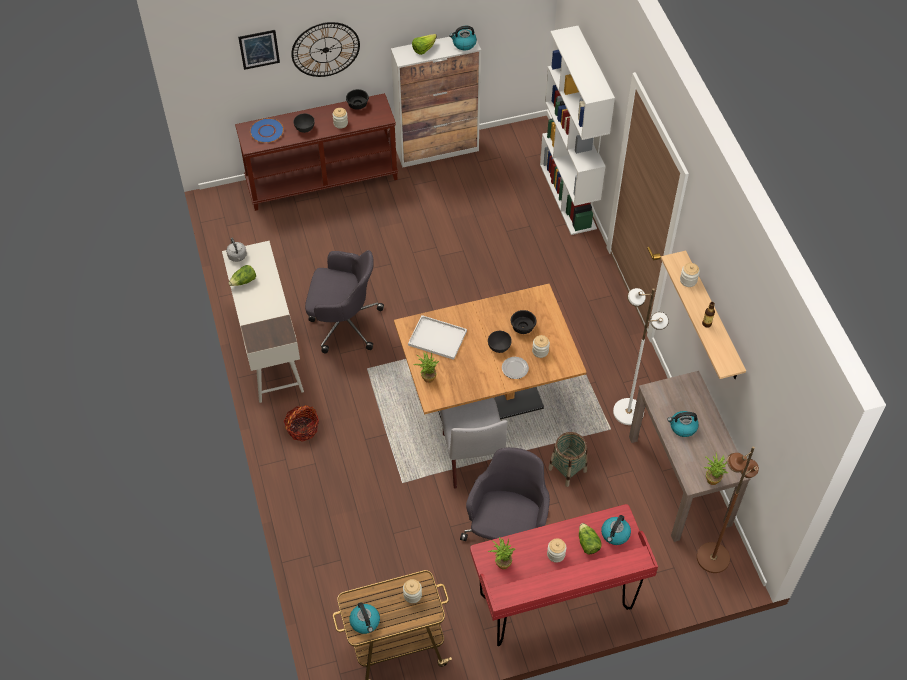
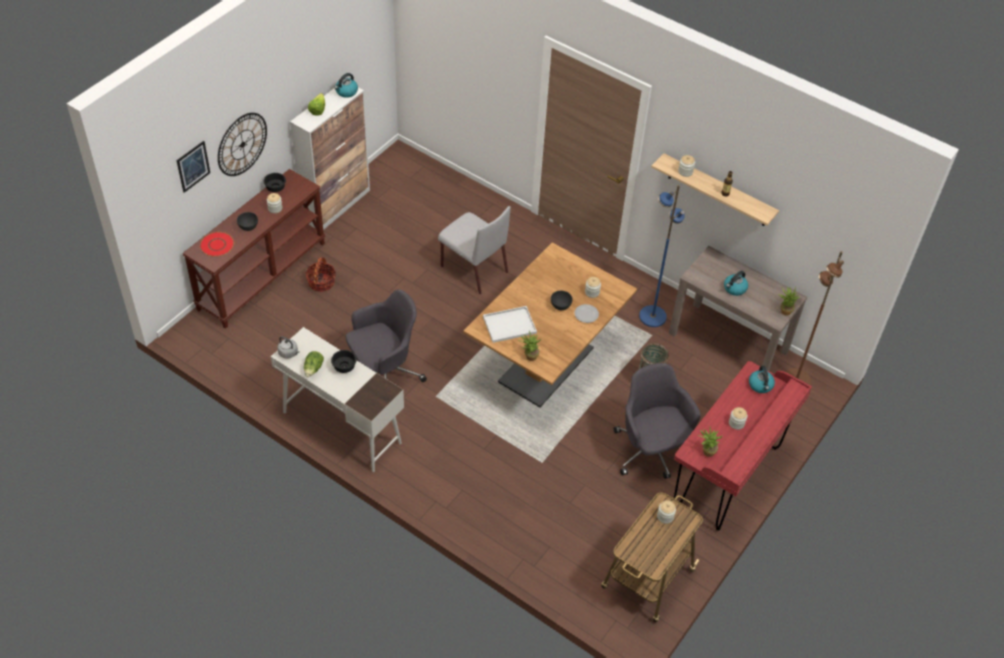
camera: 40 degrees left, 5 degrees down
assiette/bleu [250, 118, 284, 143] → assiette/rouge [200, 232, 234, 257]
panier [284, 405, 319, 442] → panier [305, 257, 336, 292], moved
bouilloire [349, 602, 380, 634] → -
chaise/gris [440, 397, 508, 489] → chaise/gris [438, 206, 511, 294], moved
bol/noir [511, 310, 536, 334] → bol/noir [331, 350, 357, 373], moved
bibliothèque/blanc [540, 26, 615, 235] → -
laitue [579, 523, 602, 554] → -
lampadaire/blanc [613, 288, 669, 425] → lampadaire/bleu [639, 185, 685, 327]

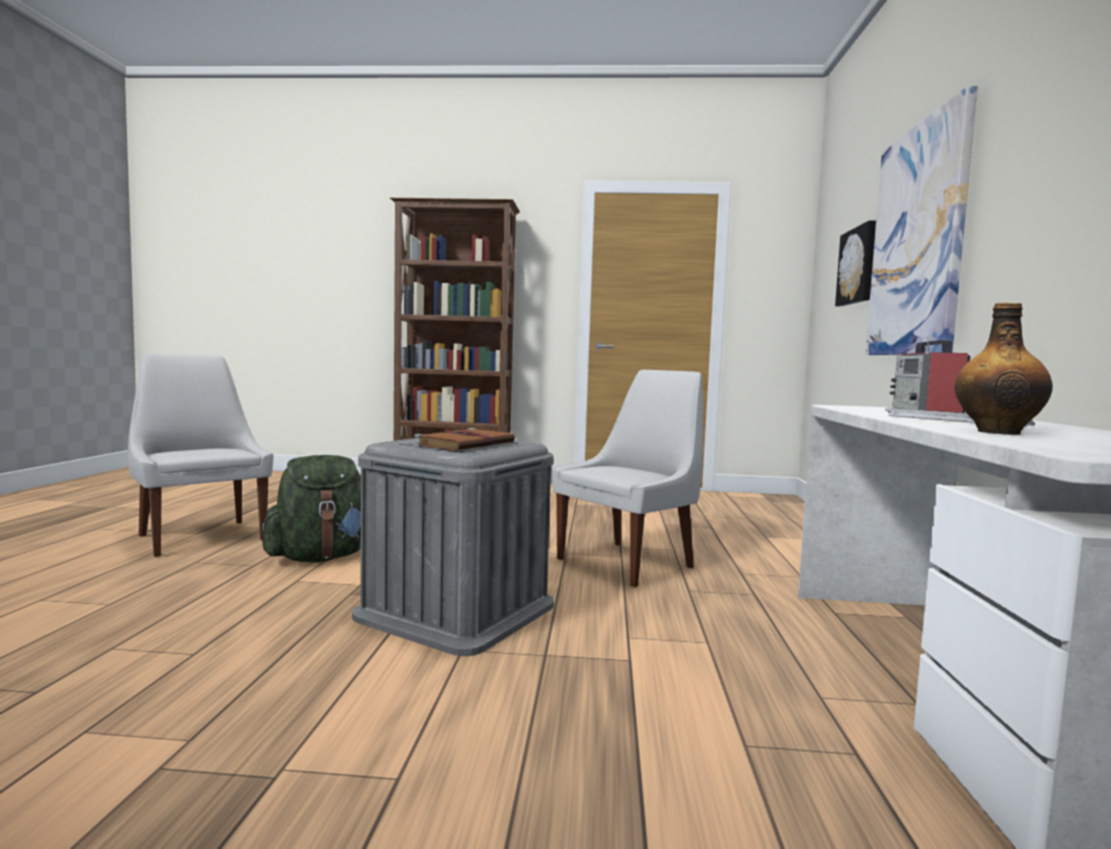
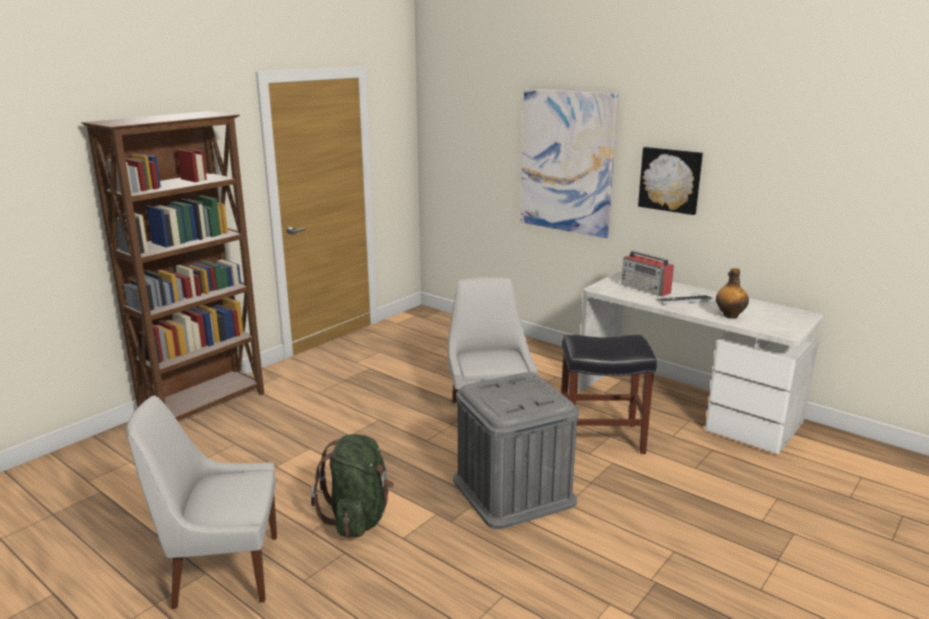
camera: 55 degrees left, 15 degrees up
livre/marron [414, 428, 515, 451] → -
tableau [835, 220, 876, 306] → tableau [638, 147, 703, 215], moved
- → tabouret/noir [561, 335, 657, 454]

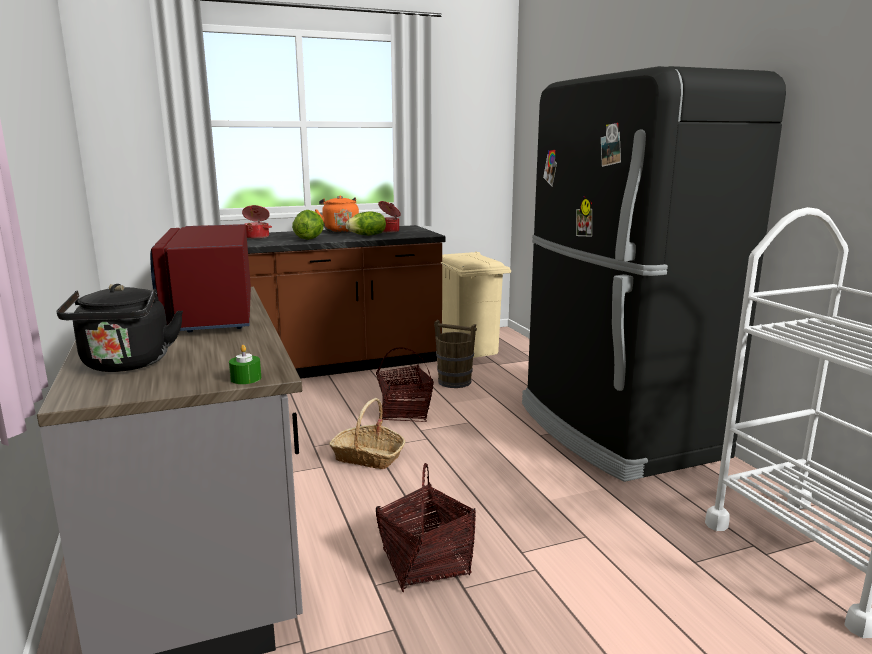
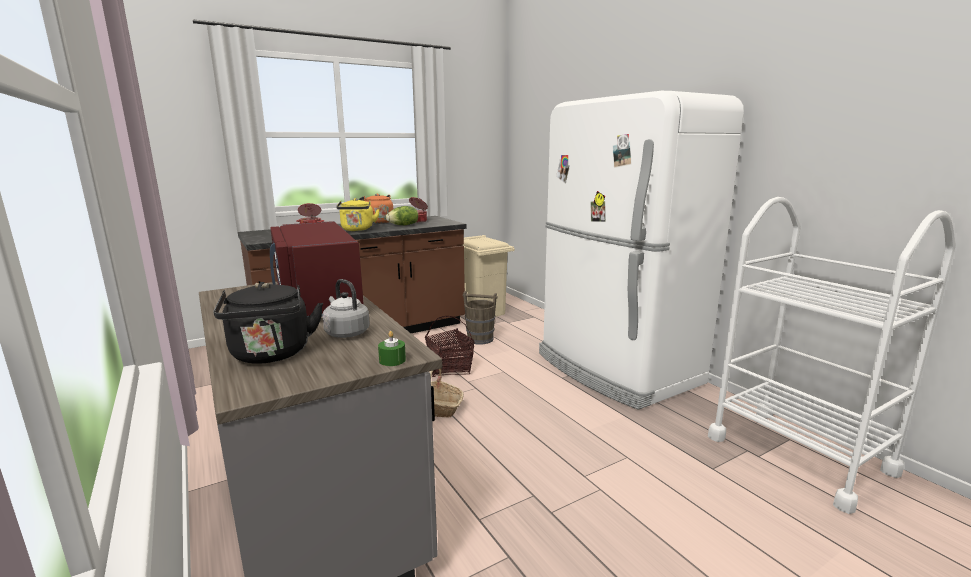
camera: 10 degrees left, 0 degrees up
laitue [292, 210, 324, 240] → bouilloire/jaune [336, 198, 380, 231]
panier [376, 463, 476, 592] → -
réfrigérateur/noir [522, 66, 786, 482] → réfrigérateur/blanc [539, 91, 744, 410]
- → bouilloire/gris [322, 279, 370, 338]

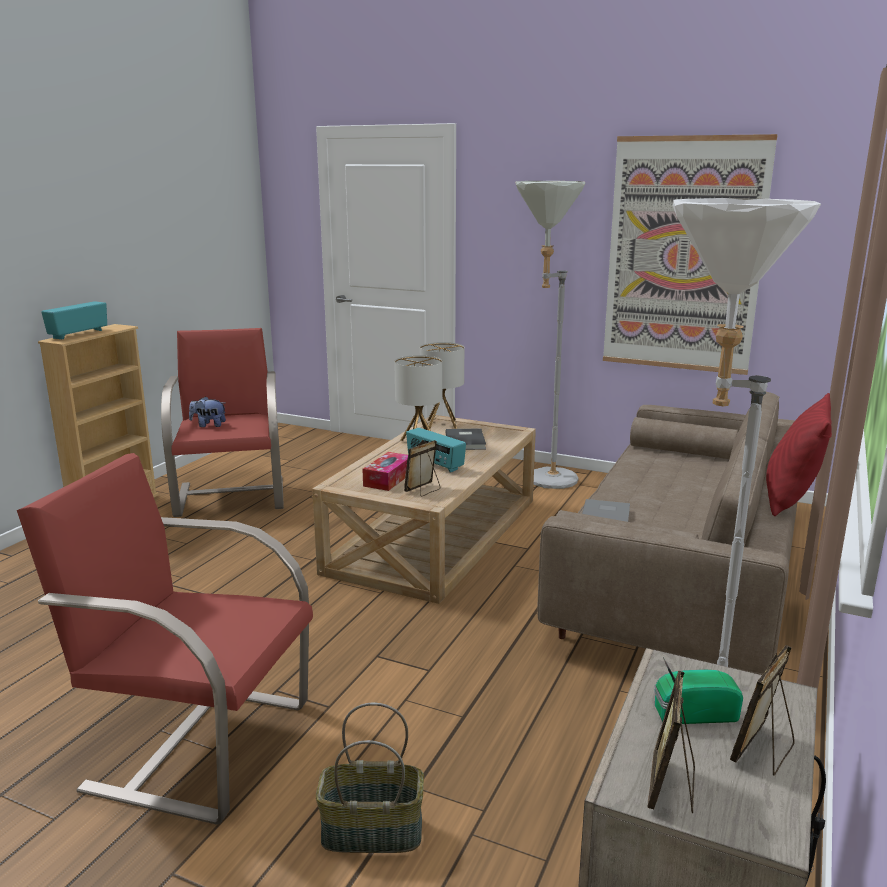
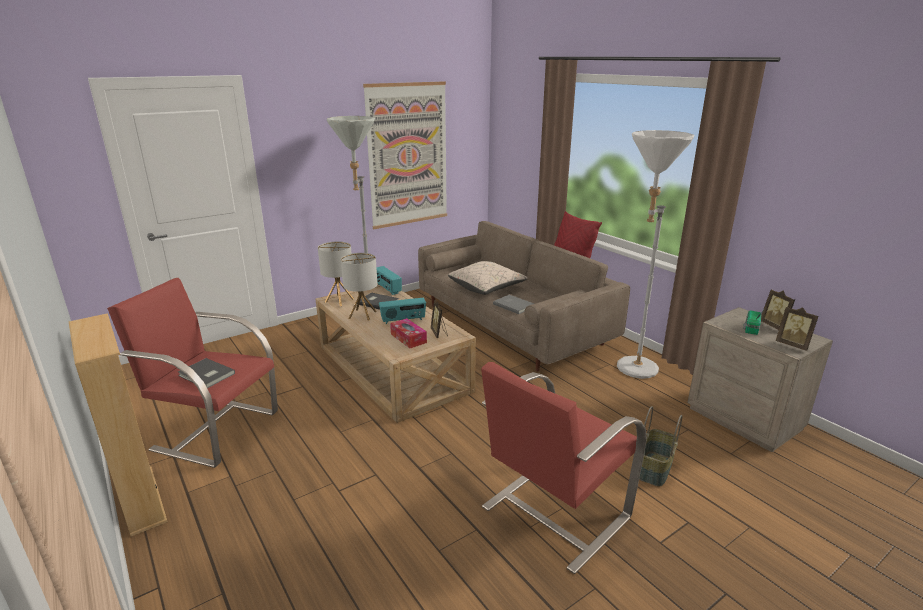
camera: 60 degrees left, 5 degrees up
radio [41, 301, 107, 339] → radio [376, 266, 402, 295], moved
peluche [189, 396, 226, 427] → livre/gris [178, 358, 235, 388]
- → coussin/beige [448, 261, 528, 295]

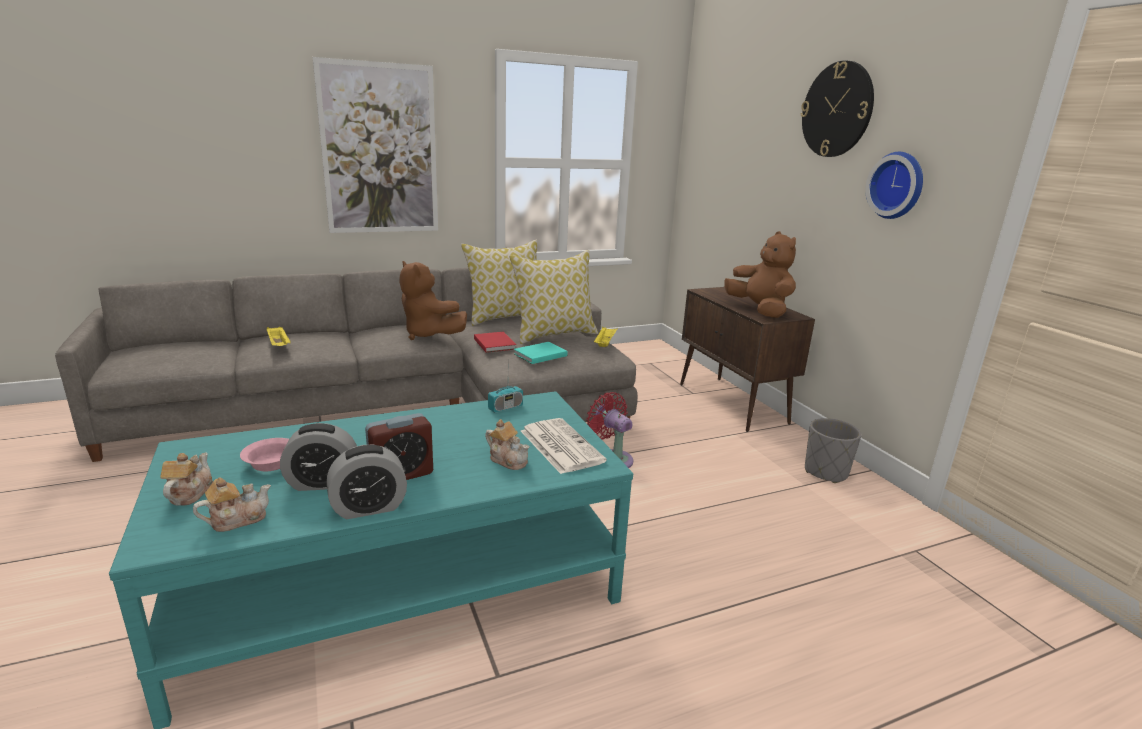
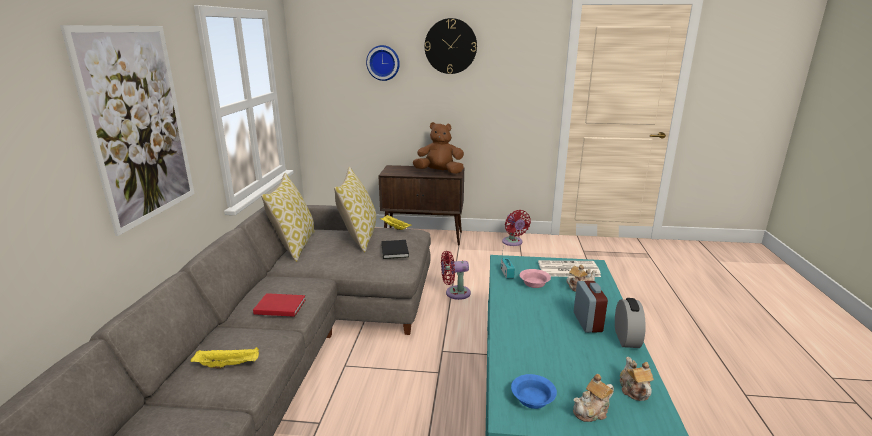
camera: 60 degrees left, 0 degrees up
théière [160, 452, 213, 506] → théière [573, 374, 614, 422], 60 degrees counterclockwise
bol/rose [240, 438, 289, 471] → bol/rose [520, 269, 551, 288], moved
réveil [280, 423, 357, 491] → -
peluche/marron [399, 261, 467, 340] → -
livre/rouge [474, 332, 516, 353] → livre/rouge [253, 293, 306, 317], moved
livre/turquoise [514, 342, 568, 364] → livre/noir [381, 240, 409, 259]
cache-pot/gris [805, 418, 862, 483] → ventilateur/rouge [502, 210, 531, 246]
horloge murale [865, 152, 923, 219] → horloge murale [366, 45, 400, 81], moved
- → bol/bleu [511, 374, 557, 409]

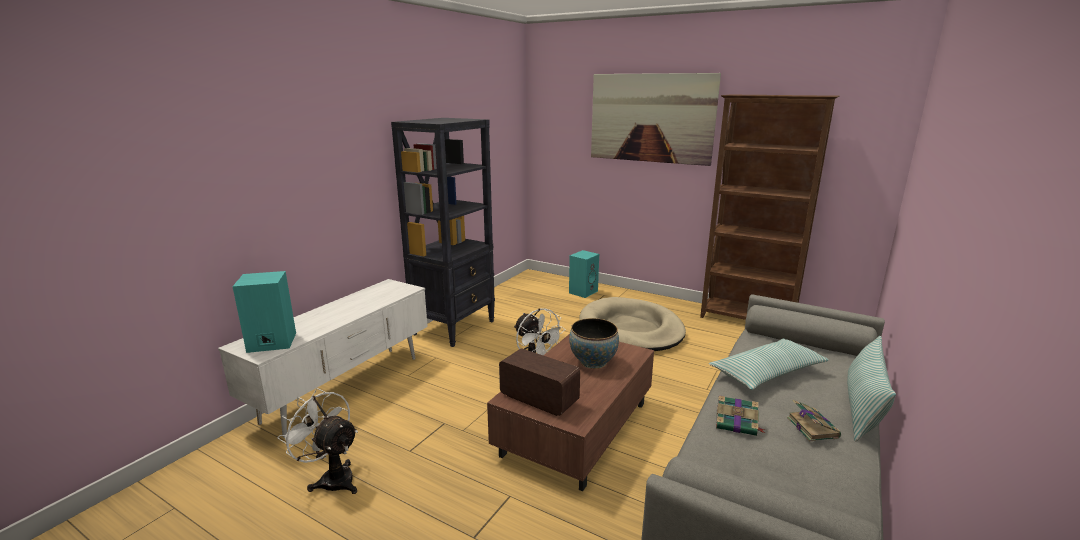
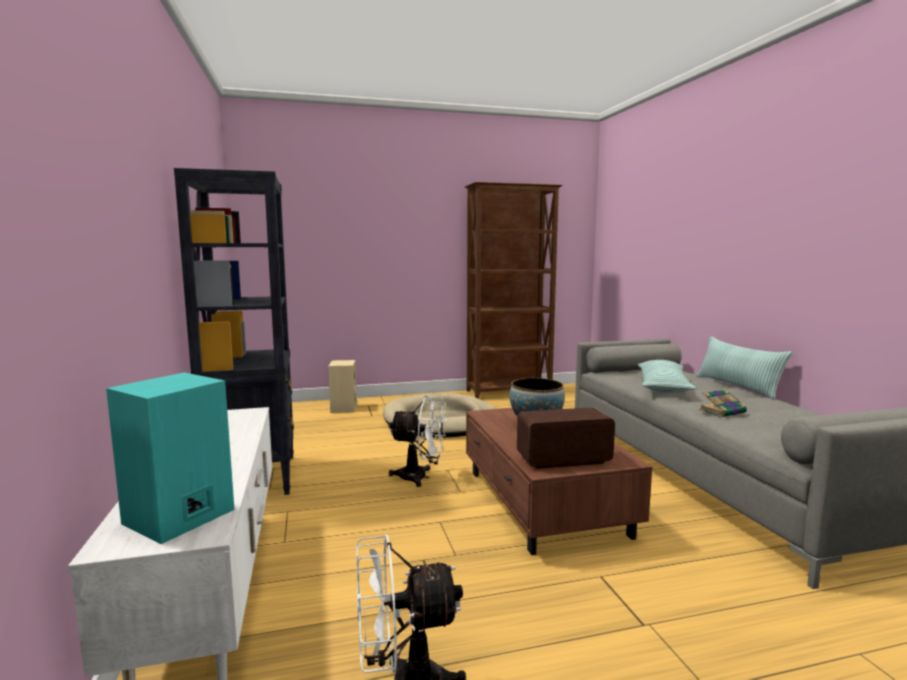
camera: 45 degrees left, 10 degrees down
enceinte/turquoise [569, 250, 599, 298] → enceinte/beige [328, 360, 357, 413]
tableau [591, 73, 721, 166] → -
livre [787, 400, 841, 441] → -

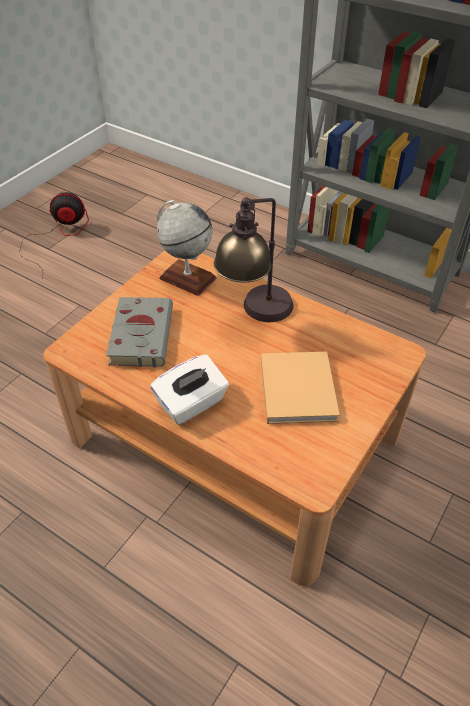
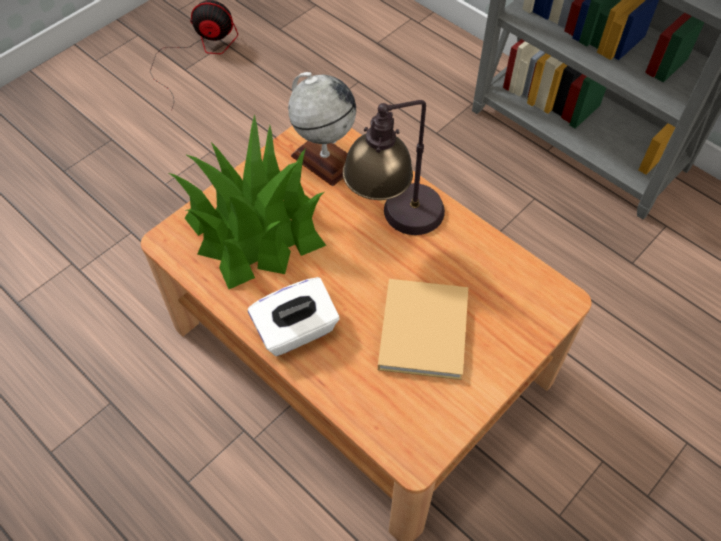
camera: 10 degrees right, 10 degrees up
livre/gris [106, 297, 173, 367] → plante en pot [169, 114, 326, 289]

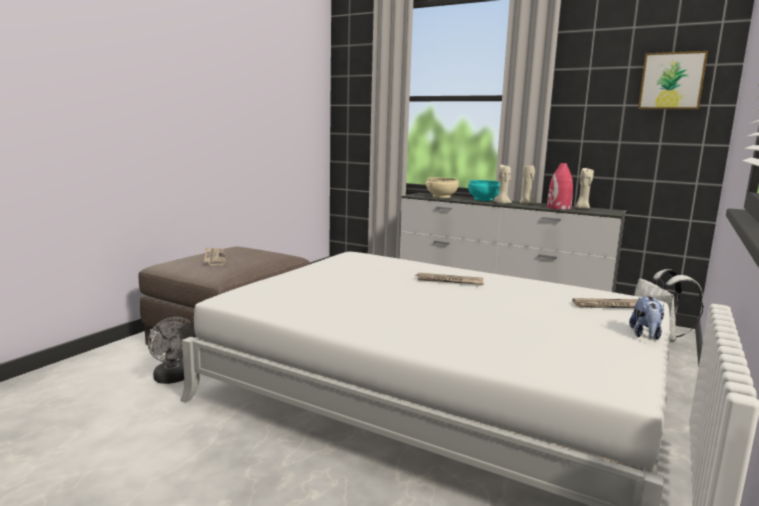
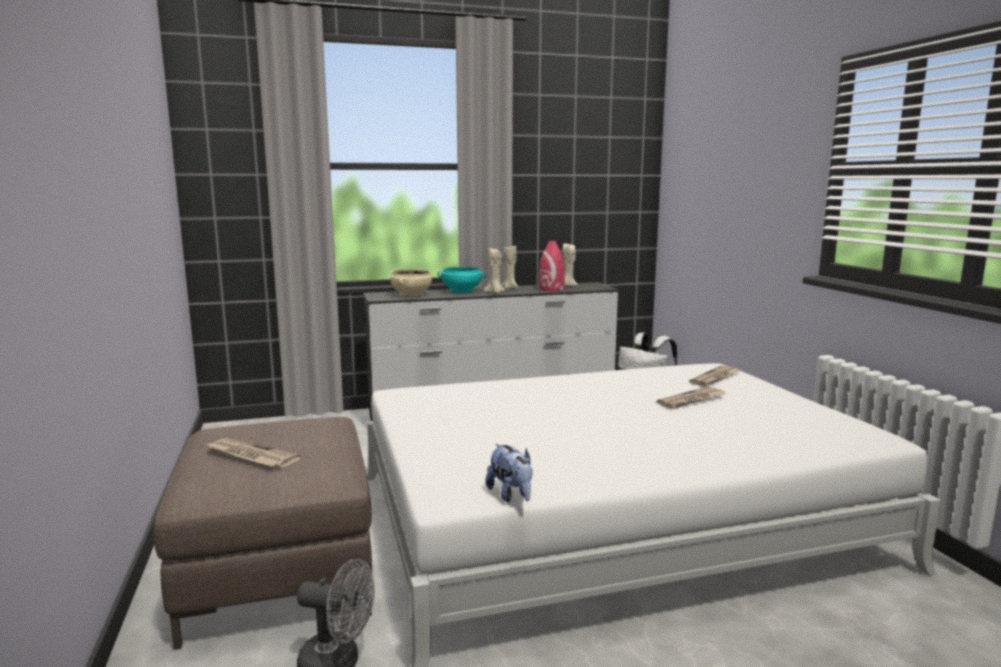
camera: 45 degrees left, 0 degrees up
journal [416, 273, 484, 285] → journal [657, 386, 726, 409], moved
peluche [629, 296, 664, 340] → peluche [485, 444, 533, 503], moved
tableau [638, 51, 708, 109] → -

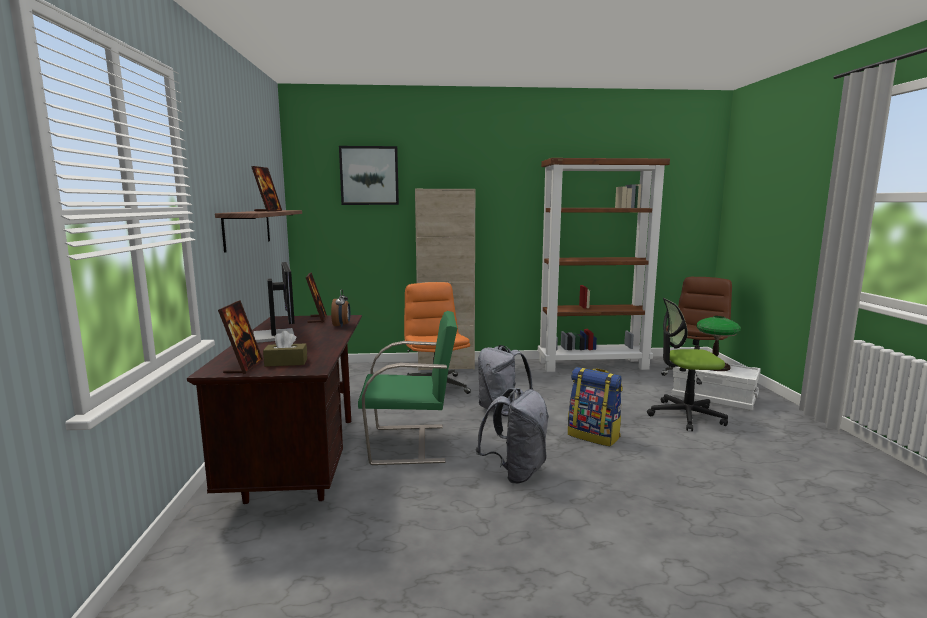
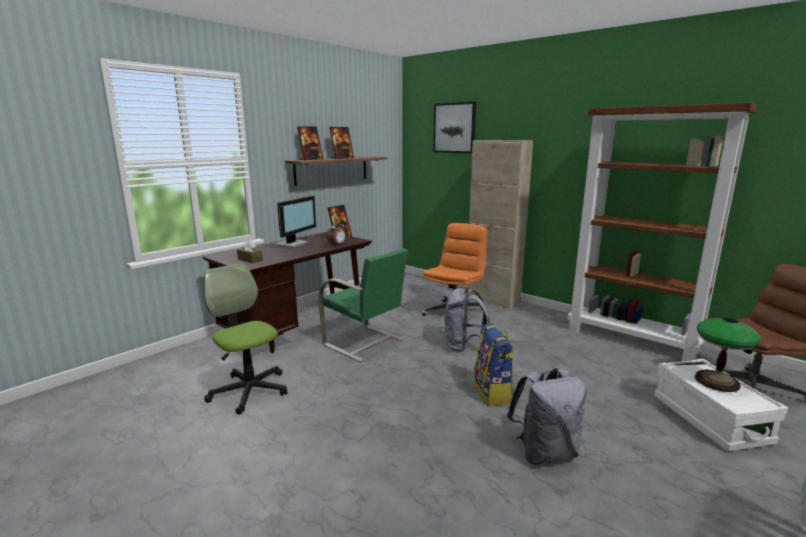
camera: 45 degrees right, 5 degrees up
cadre photo [218, 300, 263, 374] → cadre photo [297, 126, 324, 160], moved
sac à dos/gris [476, 388, 549, 484] → sac à dos/gris [507, 368, 586, 465], moved
chaise de bureau [647, 298, 728, 431] → chaise de bureau [204, 263, 288, 415], moved

